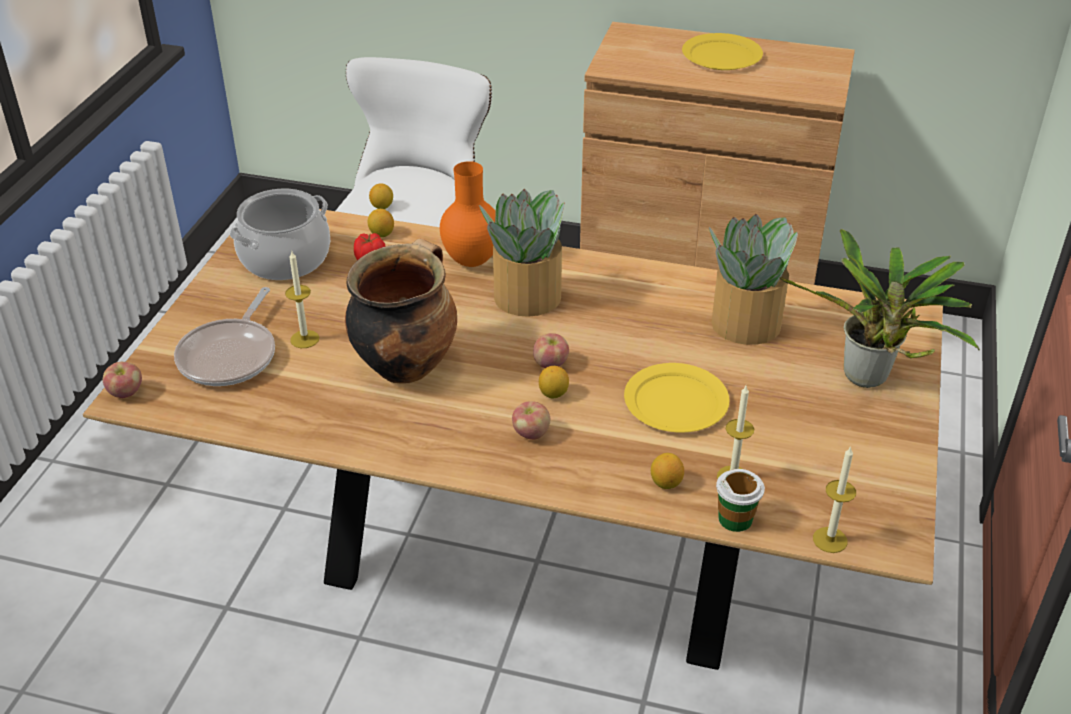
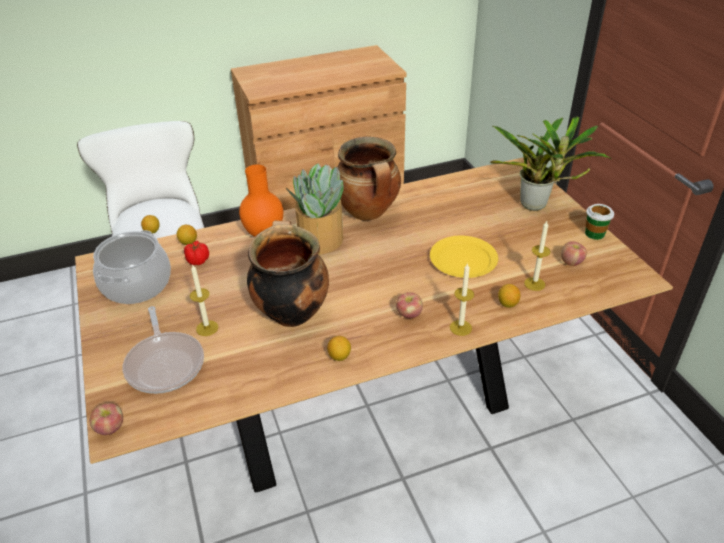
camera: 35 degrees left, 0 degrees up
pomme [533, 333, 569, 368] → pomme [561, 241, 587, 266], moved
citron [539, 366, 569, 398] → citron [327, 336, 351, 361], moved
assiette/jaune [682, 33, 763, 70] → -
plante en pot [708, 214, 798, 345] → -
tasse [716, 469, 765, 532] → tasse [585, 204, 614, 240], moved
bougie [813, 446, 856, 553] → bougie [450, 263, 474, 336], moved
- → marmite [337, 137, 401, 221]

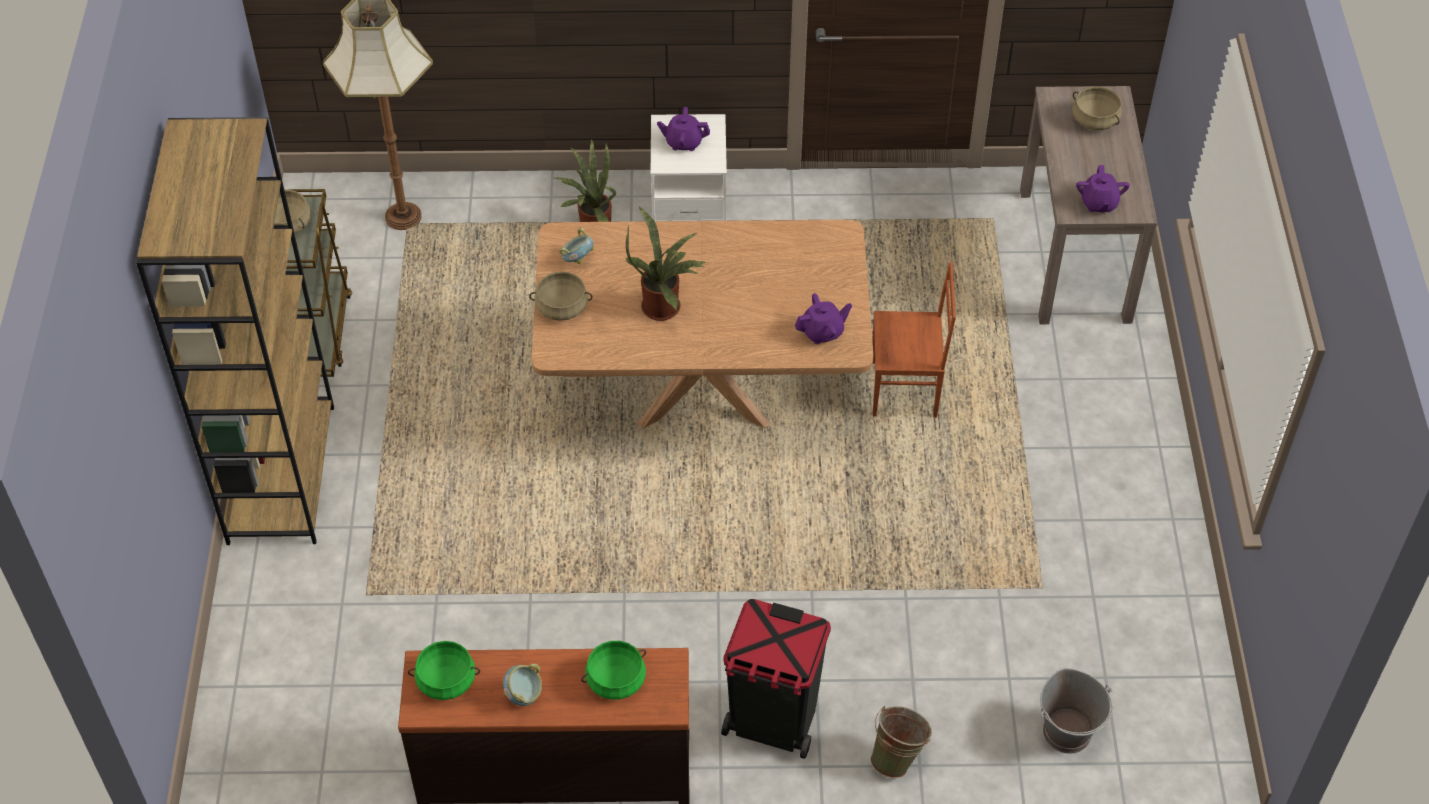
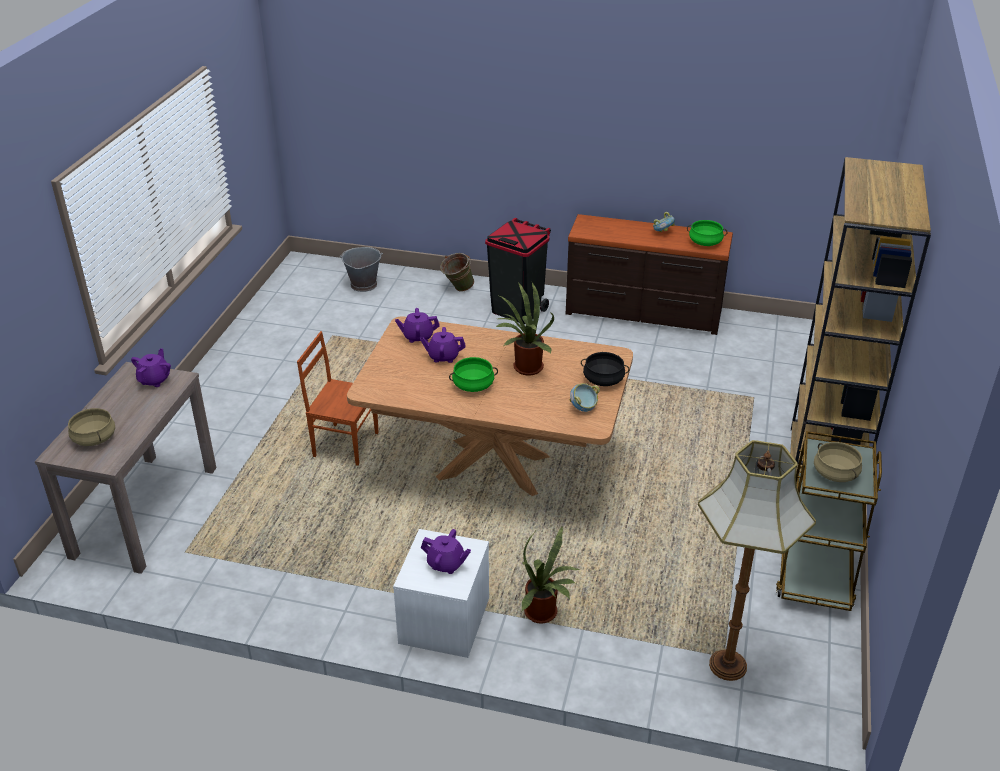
camera: 165 degrees left, 15 degrees down
marmite/beige [529, 272, 593, 321] → marmite/noir [581, 352, 630, 386]
marmite/vert [581, 641, 646, 700] → marmite/vert [449, 357, 498, 392], moved
- → théière/violet [420, 327, 466, 363]

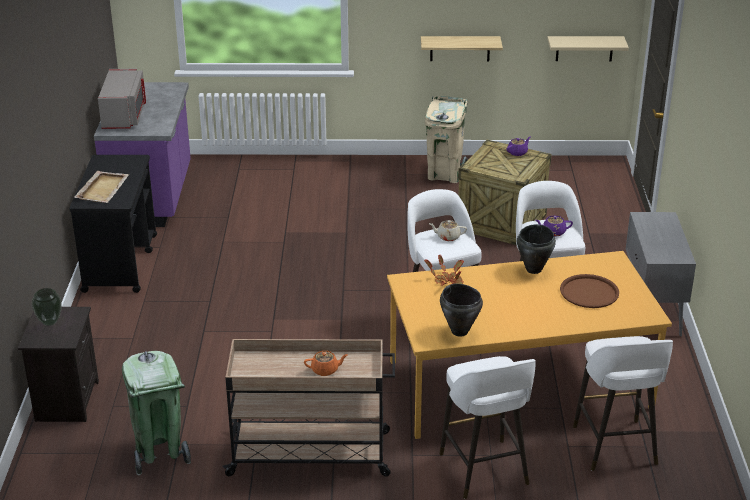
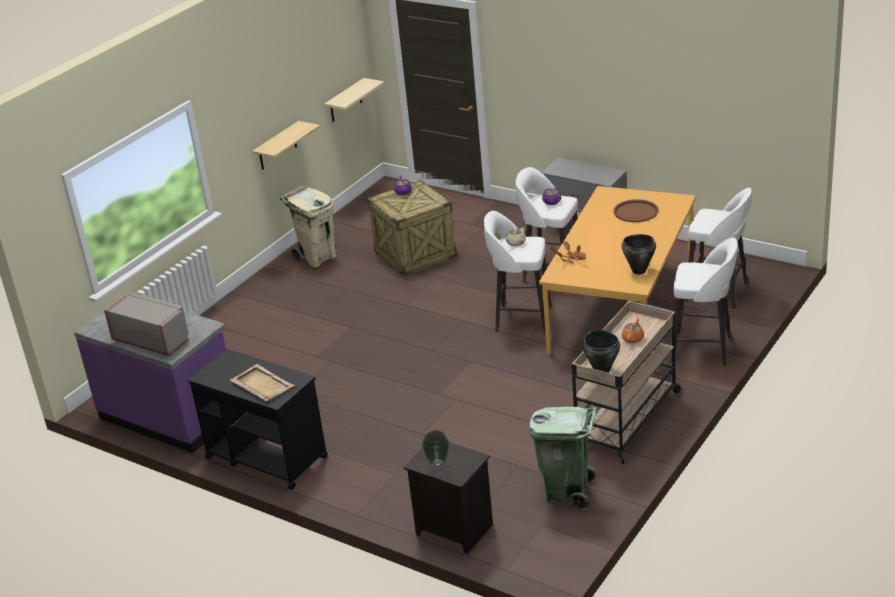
camera: 55 degrees left, 0 degrees up
marmite/noir [517, 224, 556, 274] → marmite/noir [583, 330, 620, 373], moved

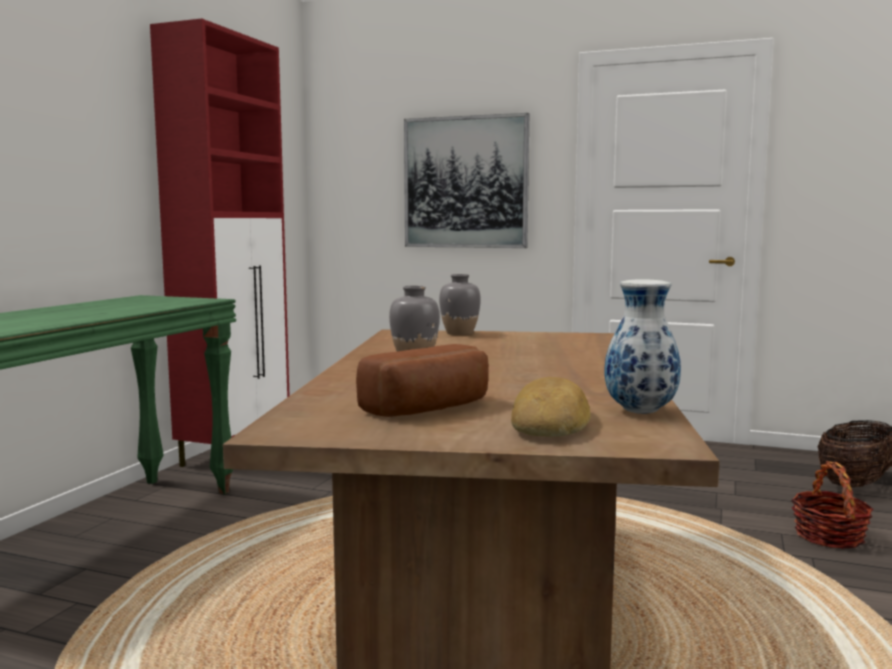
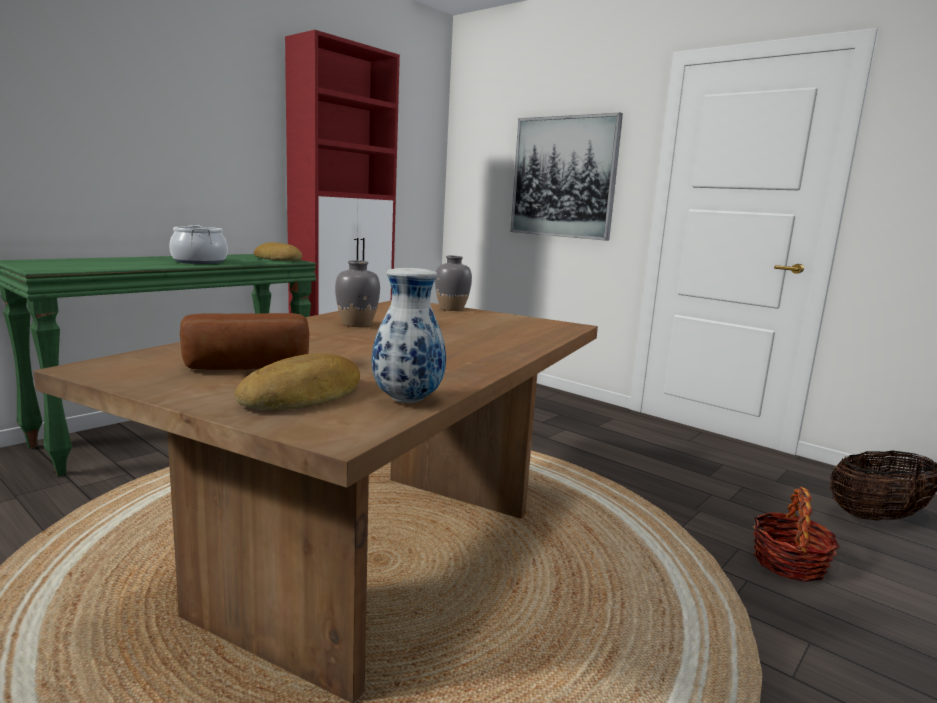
camera: 20 degrees right, 5 degrees up
- → marmite [169, 225, 228, 264]
- → pain [254, 242, 302, 261]

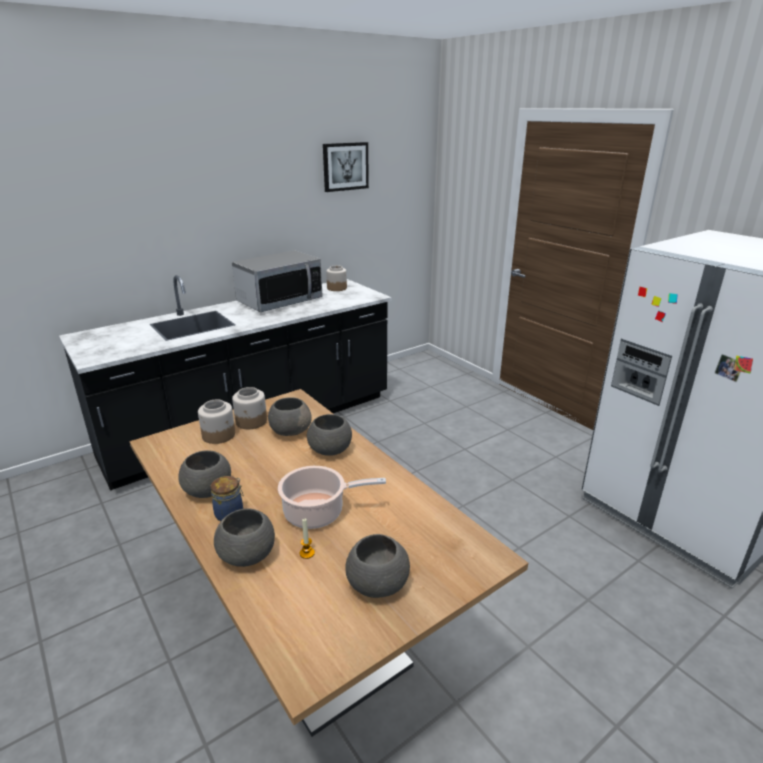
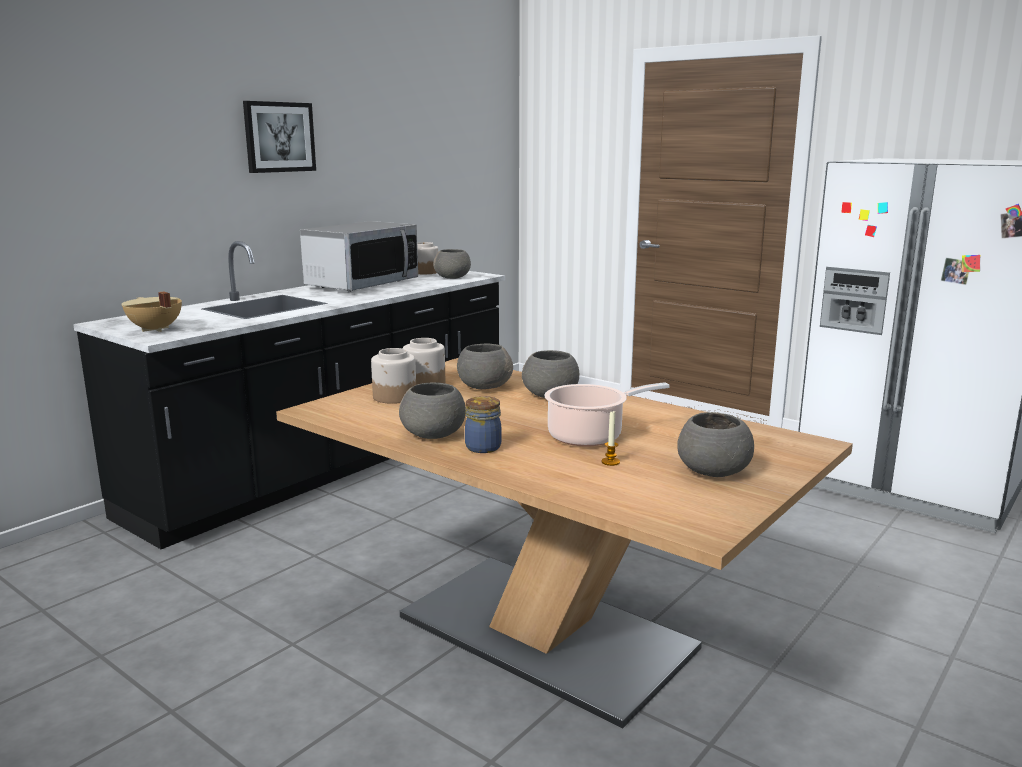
camera: 15 degrees left, 10 degrees down
bol/gris [214, 508, 275, 567] → bol/gris [433, 249, 471, 279], moved
tableau [323, 142, 369, 192] → tableau [243, 101, 316, 173], moved
- → marmite/beige [122, 292, 182, 332]

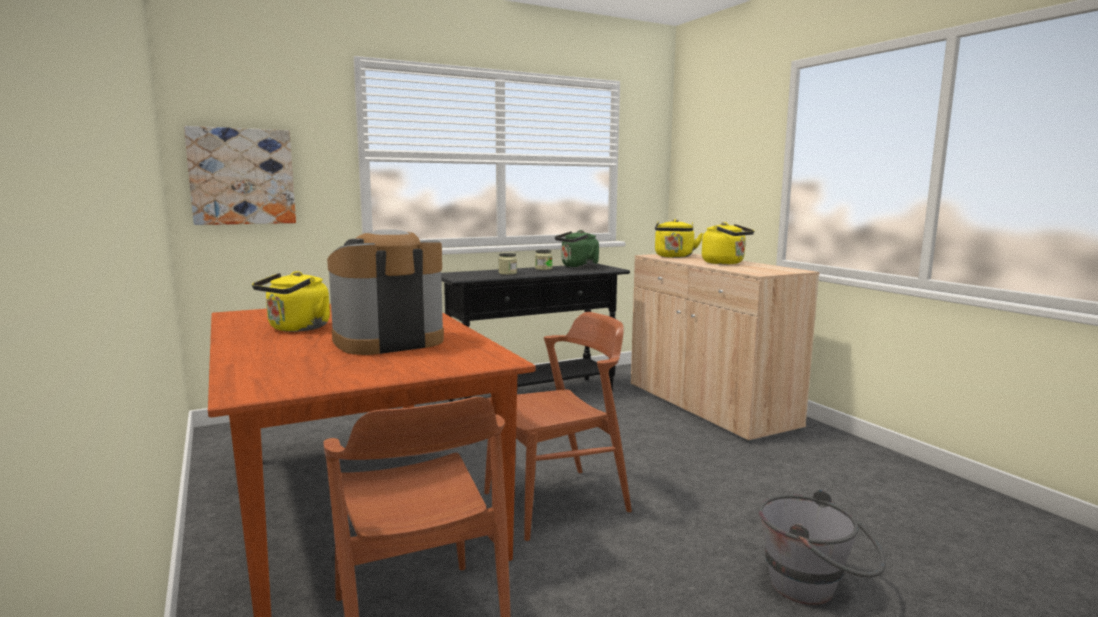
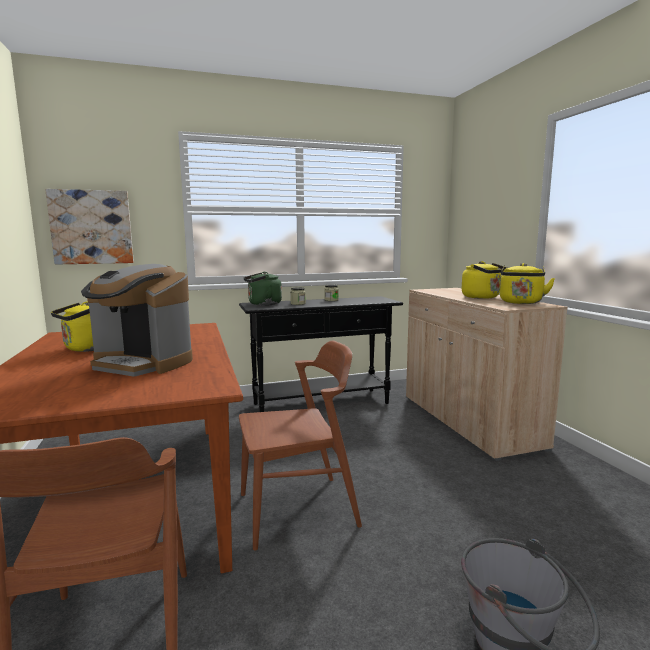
camera: 10 degrees right, 0 degrees up
machine à café [327, 229, 444, 355] → machine à café [81, 264, 193, 377], 135 degrees counterclockwise
bouilloire/vert [555, 230, 599, 268] → bouilloire/vert [244, 272, 282, 306], moved
bouilloire/jaune [655, 219, 703, 258] → bouilloire/jaune [500, 263, 555, 304], moved

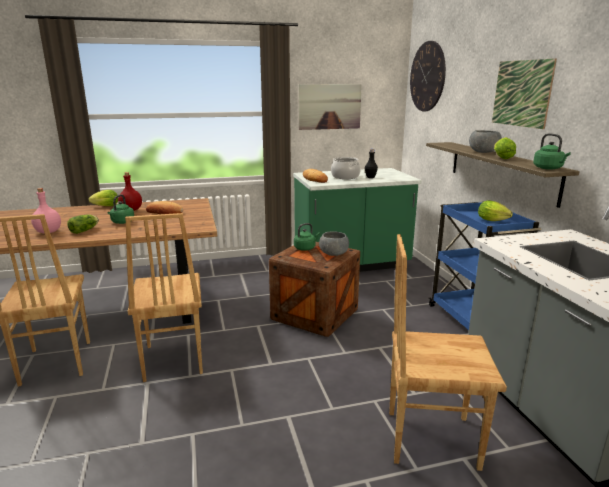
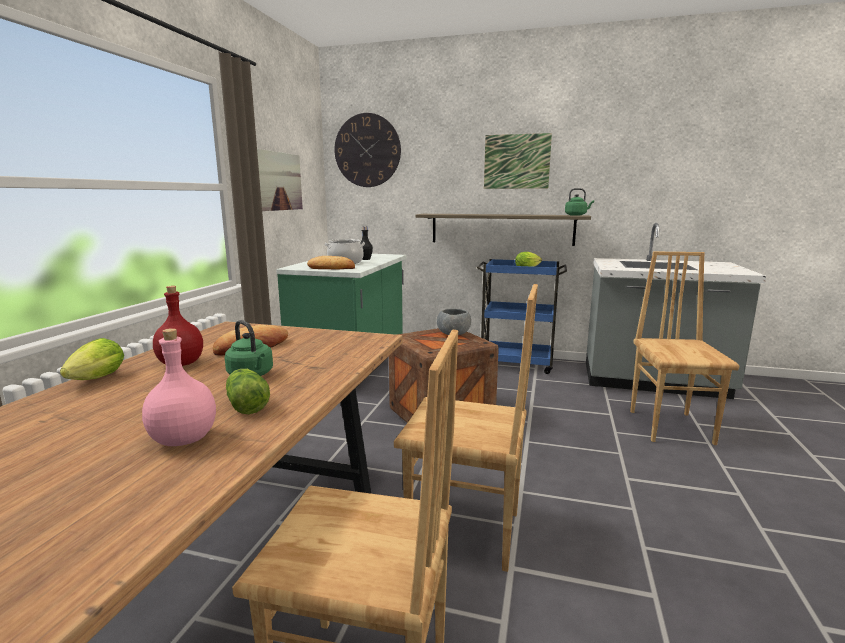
camera: 60 degrees left, 5 degrees down
bouilloire/vert [294, 223, 320, 251] → -
chaise/marron [389, 234, 507, 471] → chaise/marron [630, 251, 739, 445], 150 degrees clockwise
bol/gris [469, 130, 502, 153] → -
laitue [494, 137, 516, 159] → -

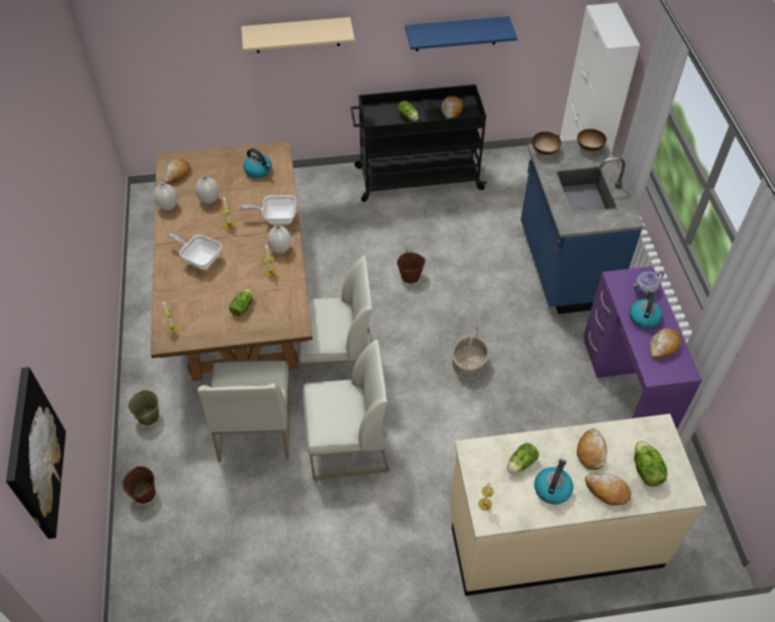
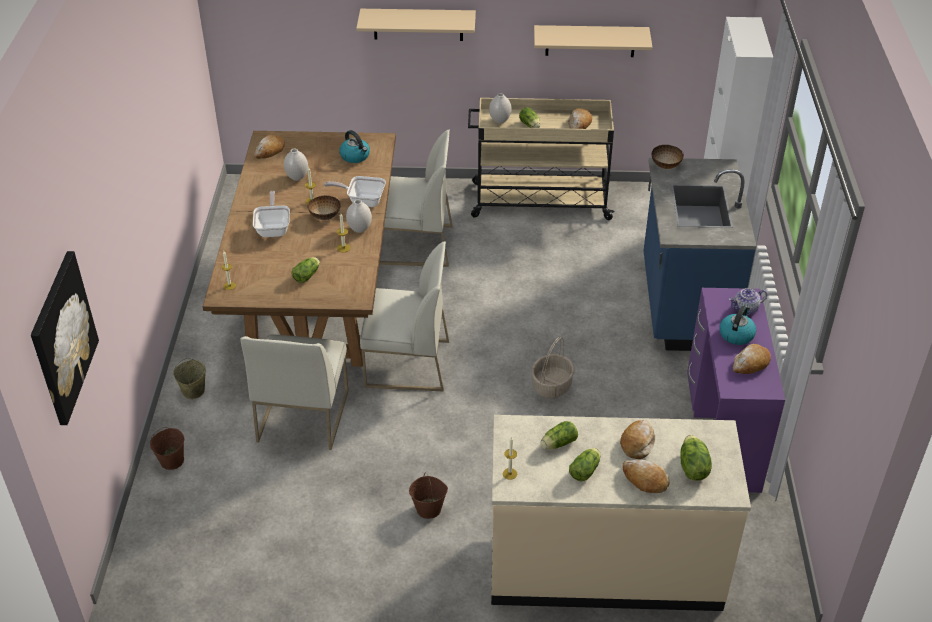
camera: 10 degrees right, 10 degrees down
vase/blanc [154, 182, 178, 211] → vase/blanc [489, 93, 512, 124], moved
poêle [166, 233, 222, 270] → poêle [253, 191, 290, 237], 45 degrees clockwise
chaise/blanc [303, 339, 389, 480] → chaise/blanc [379, 130, 453, 267], moved
chariot/noir [350, 84, 487, 202] → chariot/beige [468, 98, 615, 220]
seau/marron [397, 250, 425, 284] → seau/marron [409, 473, 448, 519], moved
étagère/bleu [405, 16, 518, 51] → étagère/beige [534, 25, 653, 57]
bouilloire [534, 459, 573, 504] → laitue [569, 448, 601, 482]
bol [577, 129, 607, 152] → bol [307, 196, 341, 220], moved

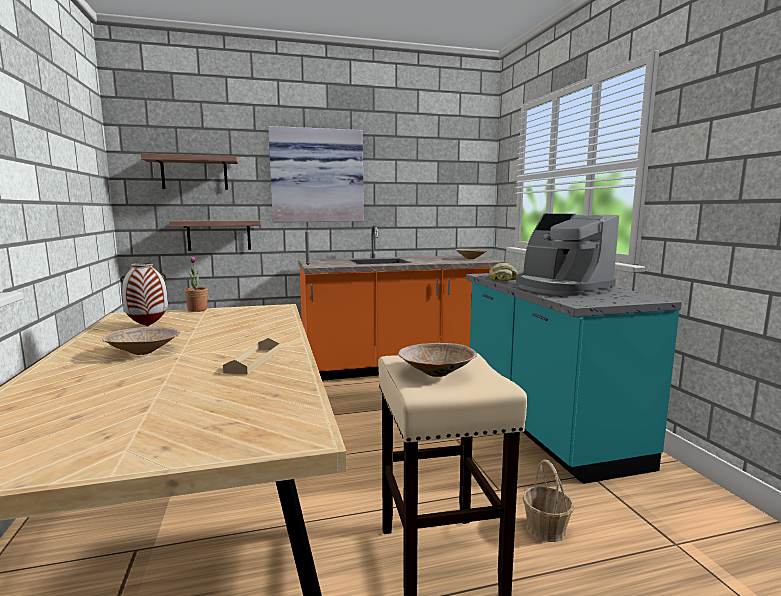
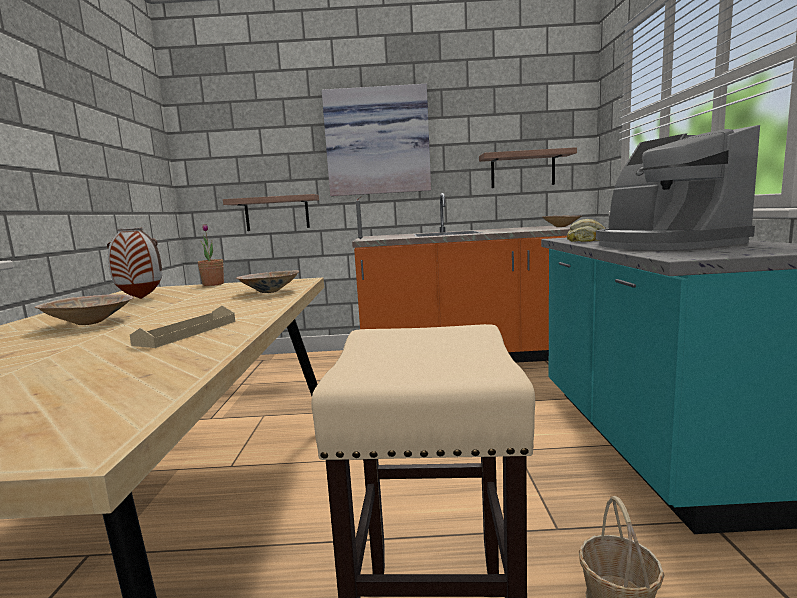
camera: 15 degrees right, 0 degrees up
étagère [141, 153, 238, 190] → étagère [479, 147, 577, 188], moved
bol/beige [398, 343, 477, 377] → bol/beige [236, 270, 299, 293], moved

